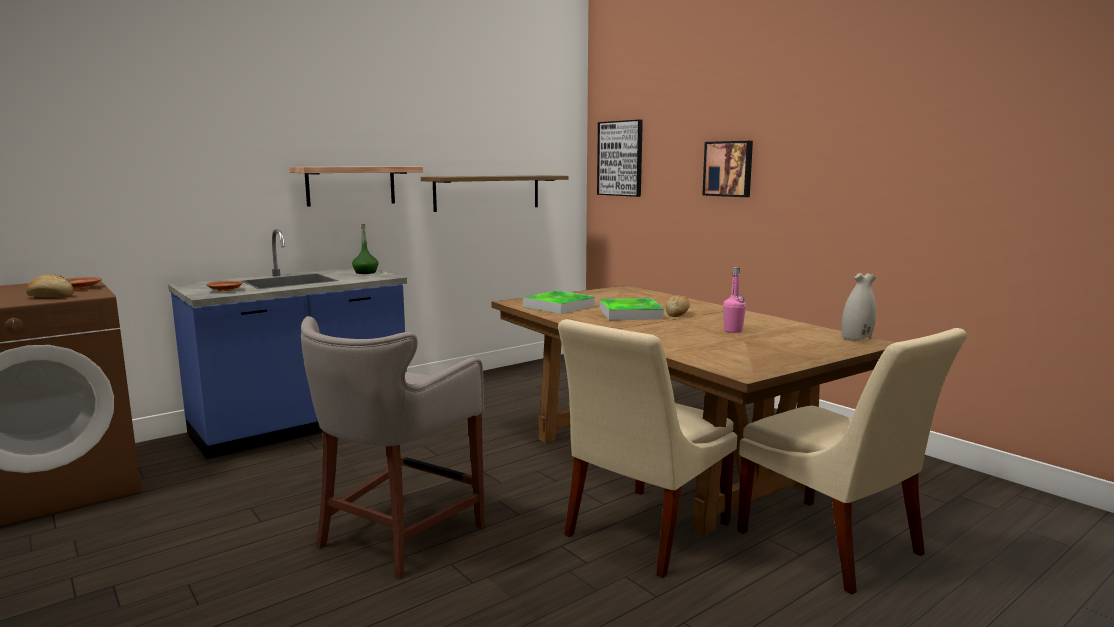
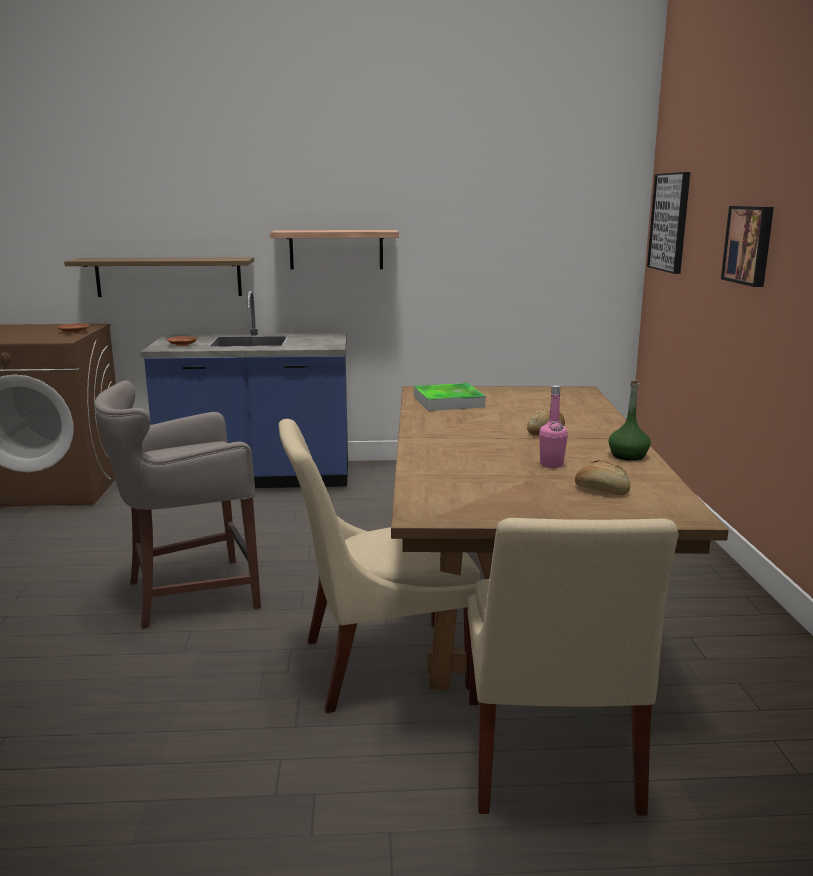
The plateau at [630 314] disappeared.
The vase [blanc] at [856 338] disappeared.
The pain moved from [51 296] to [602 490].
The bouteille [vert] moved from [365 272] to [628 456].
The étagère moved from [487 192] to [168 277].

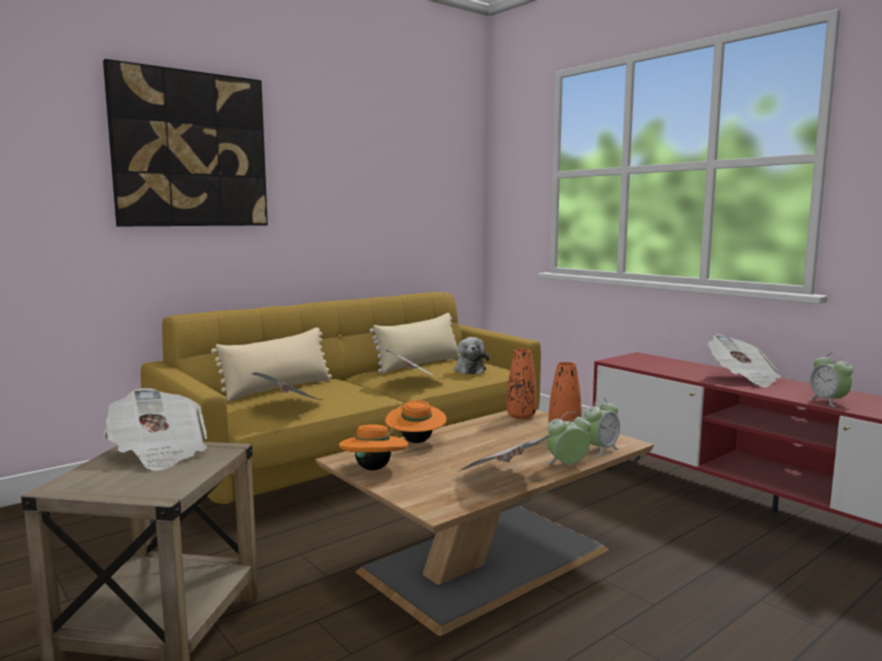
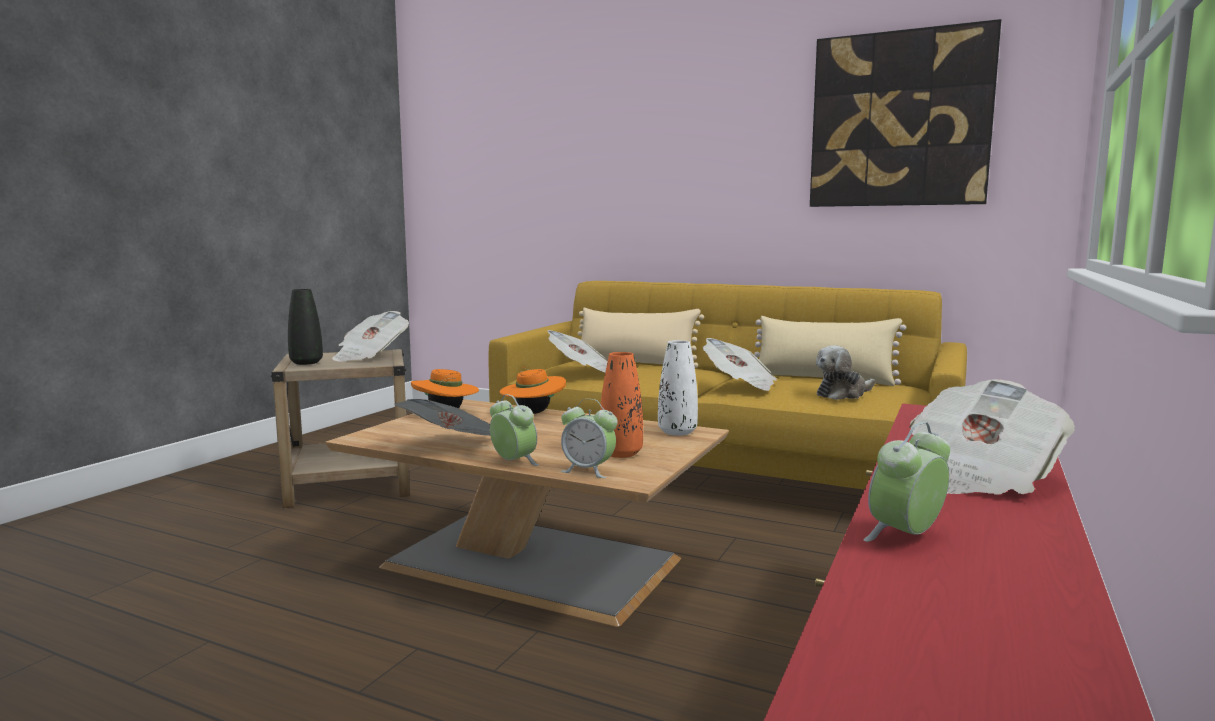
The vase [noir] at [306 363] appeared.
The tableau moved from [190 150] to [899 120].
The vase [orange] at [521 416] became the vase [blanc] at [677 432].

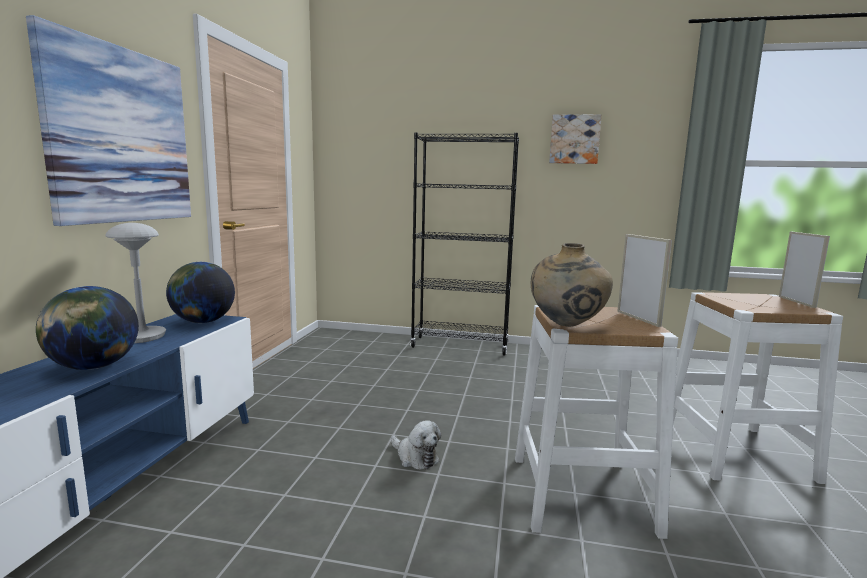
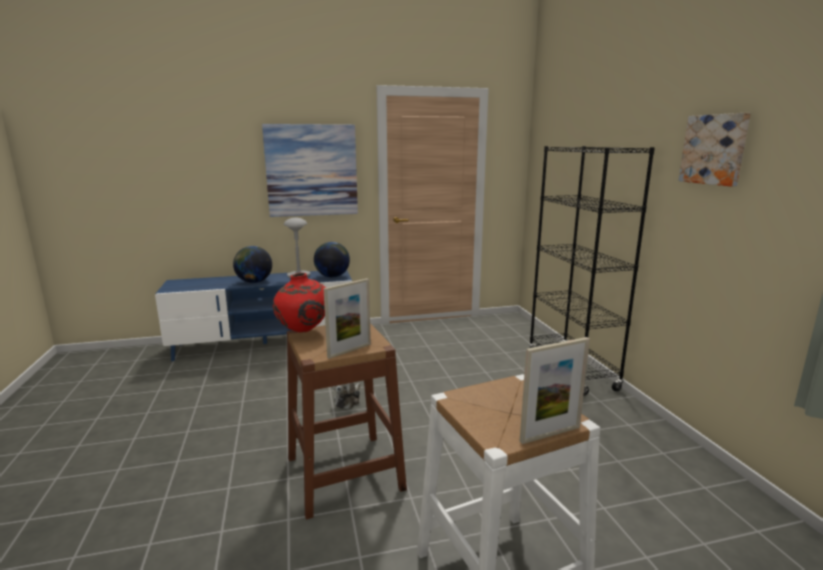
The tabouret [blanc] at [581 493] became the tabouret [marron] at [344 472].
The vase [beige] at [567 326] became the vase [rouge] at [303 332].

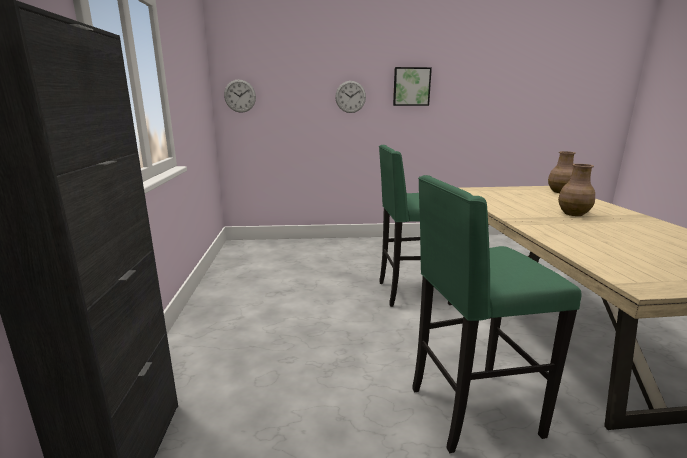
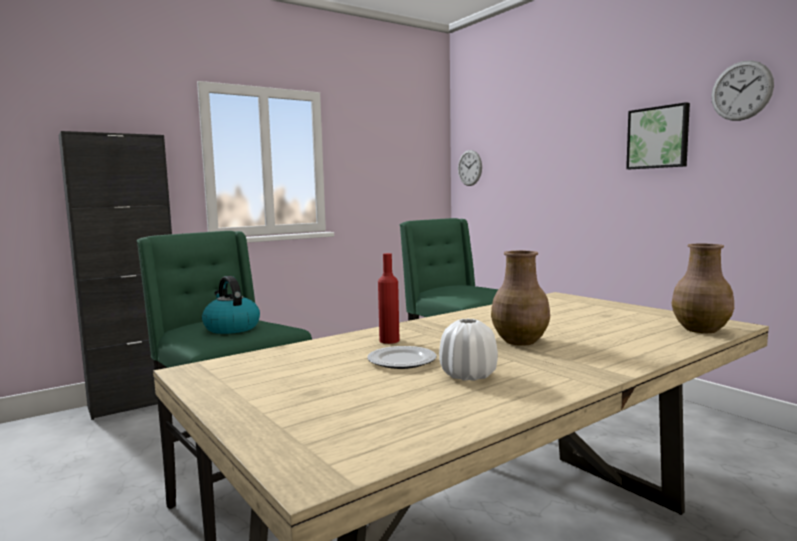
The bouilloire at [231 328] appeared.
The assiette at [402 361] appeared.
The bouteille [rouge] at [389 340] appeared.
The vase [blanc] at [468 375] appeared.
The horloge murale moved from [350 97] to [741 91].

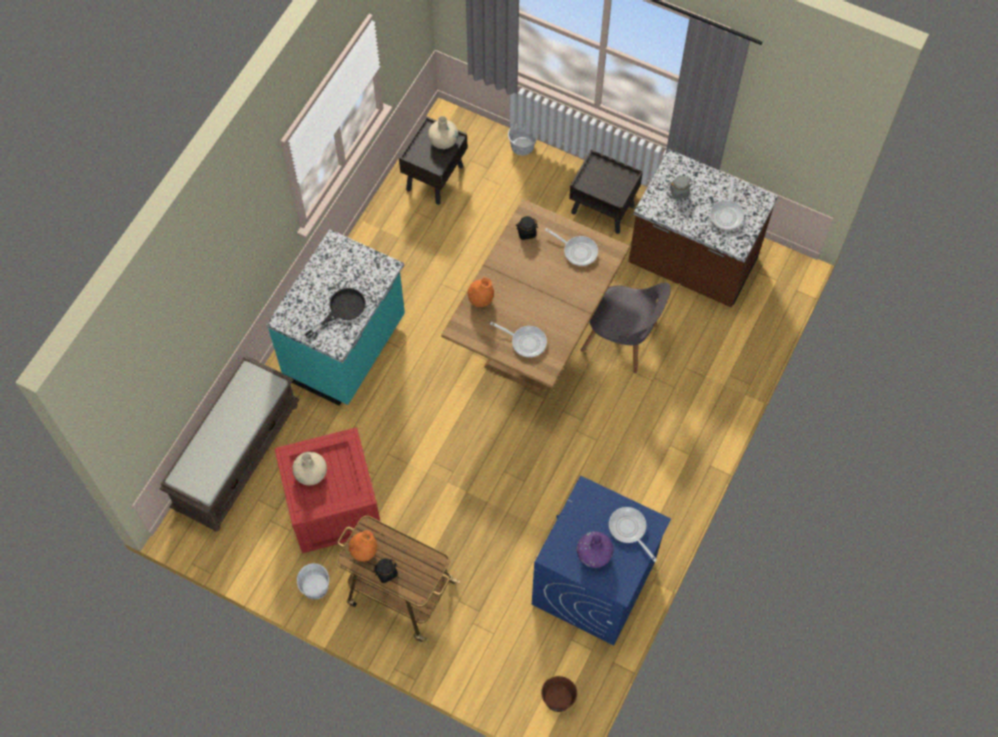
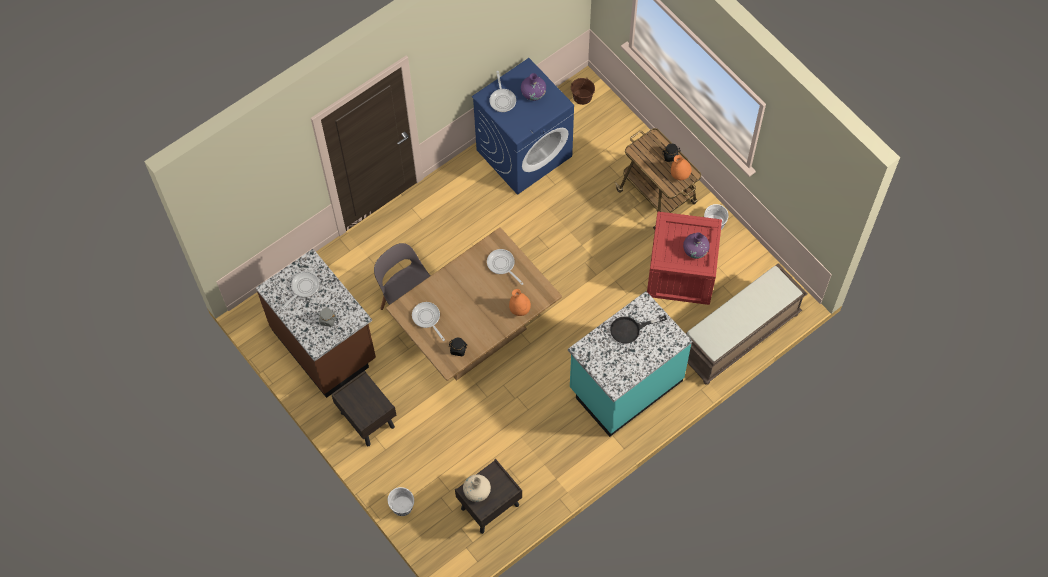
The vase [beige] at [311 474] became the vase [violet] at [695 250].

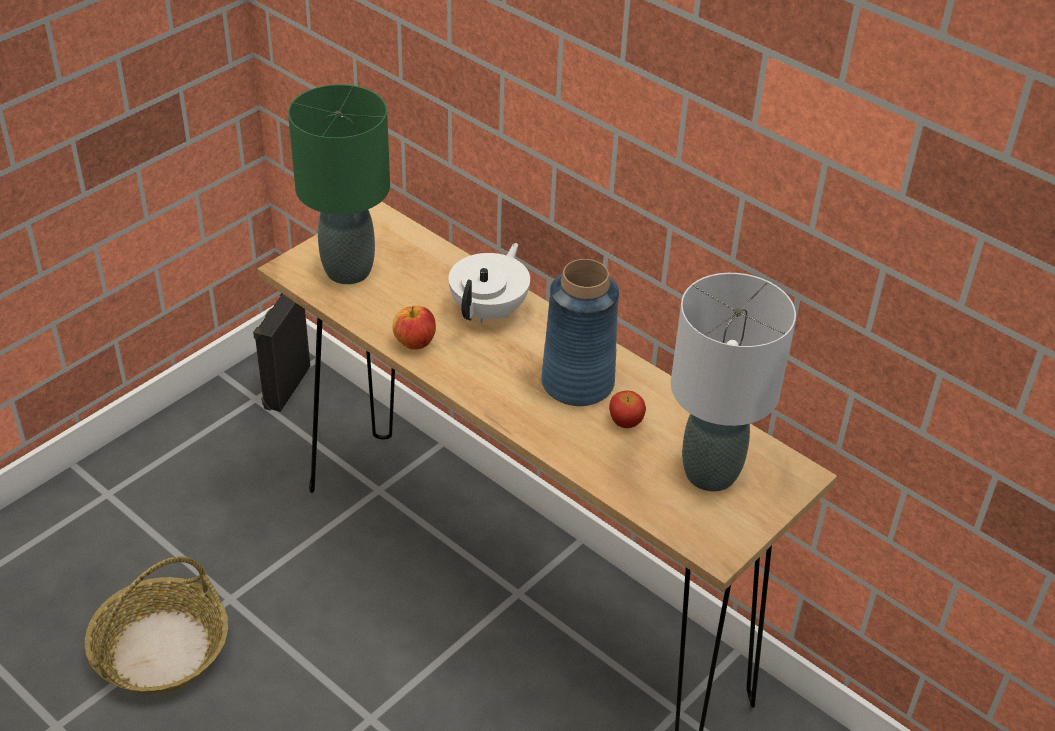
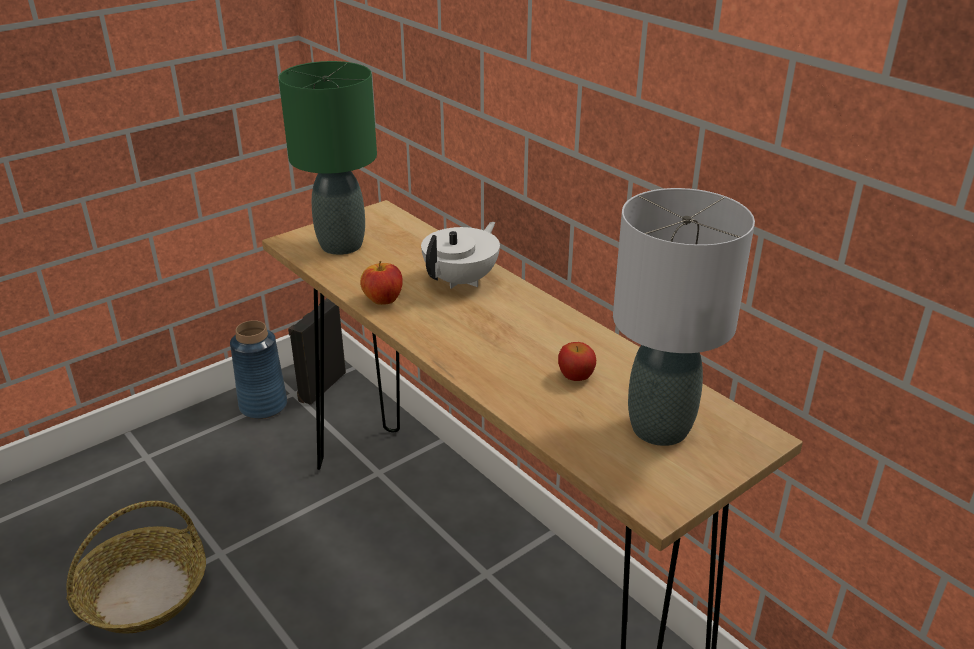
The vase [bleu] moved from [577 383] to [263 405].

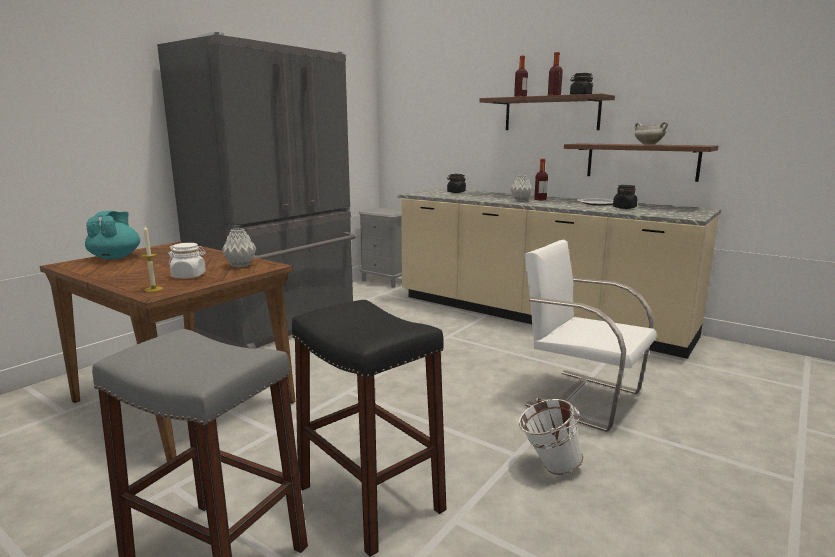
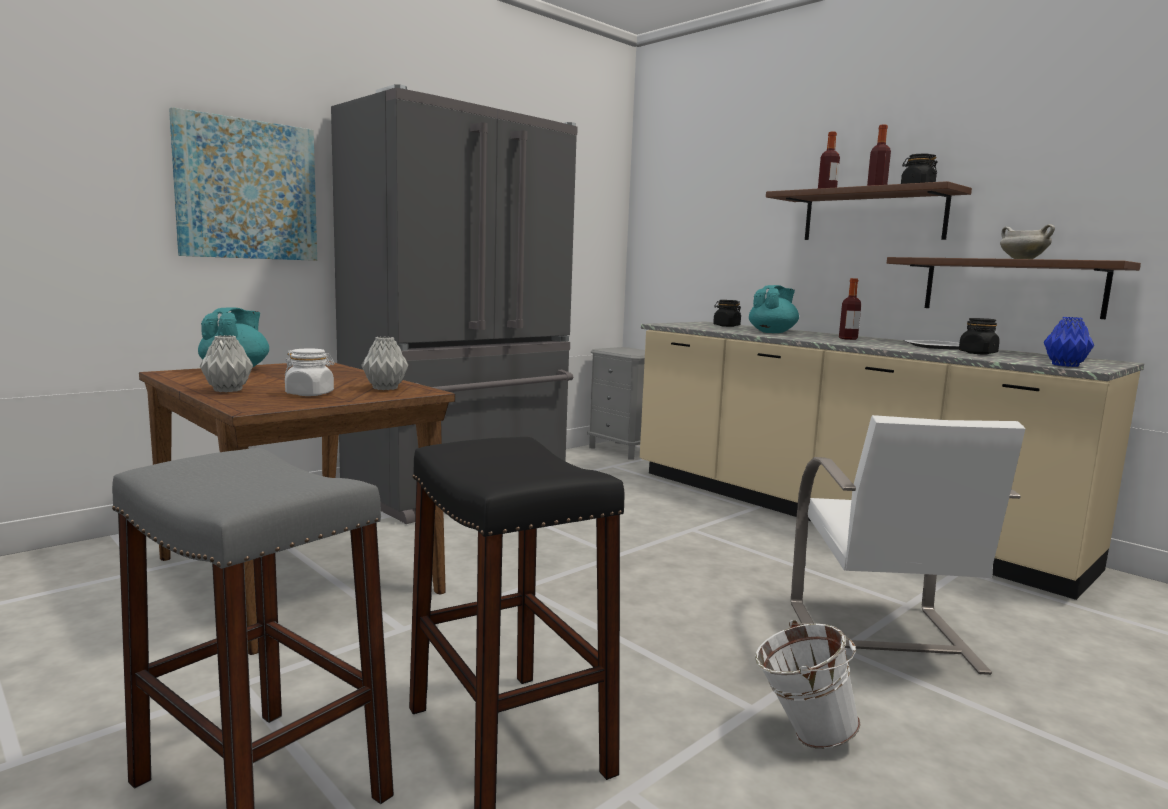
The bougie at [153 289] disappeared.
The tableau at [247 190] appeared.
The théière [turquoise] at [772 332] appeared.
The vase [bleu] at [1064 365] appeared.
The vase [gris] moved from [520 200] to [228 390].
The chaise [blanc] at [581 397] turned 135 degrees counterclockwise.

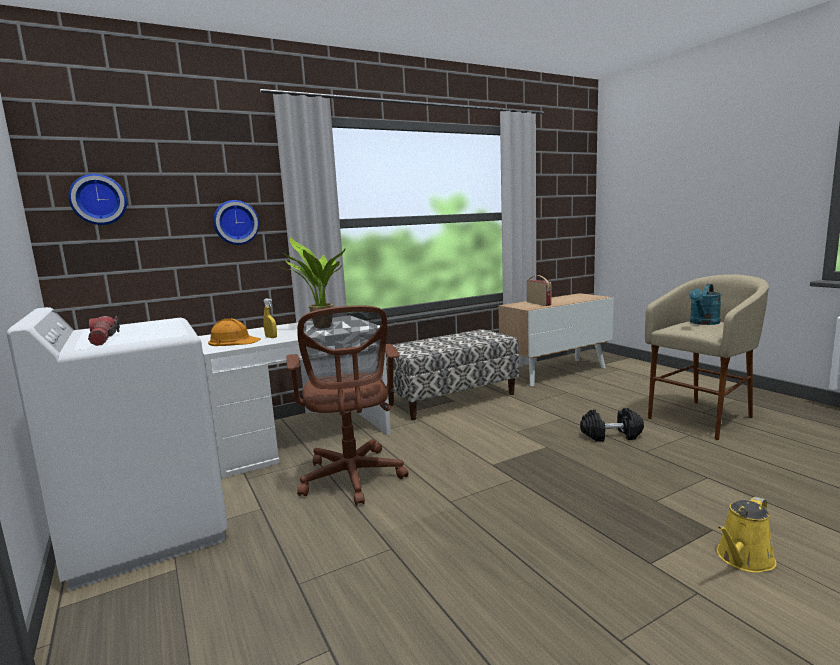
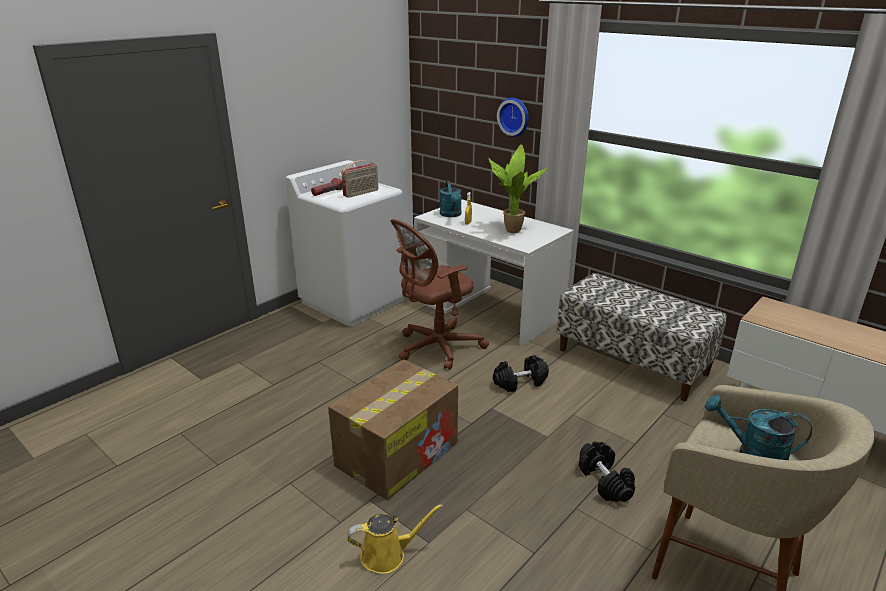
The horloge murale at [98 200] disappeared.
The carton at [398 453] appeared.
The haltère [noir] at [520 383] appeared.
The radio moved from [539 303] to [361 193].
The casque de chantier [orange] at [233 341] was replaced by the arrosoir [turquoise] at [451 215].
The arrosoir [jaune] at [743 559] turned 135 degrees clockwise.

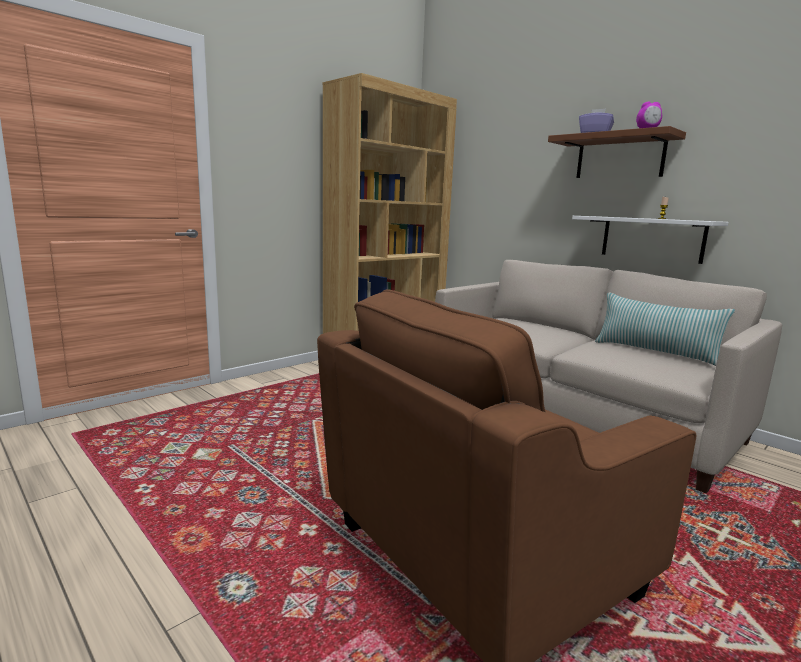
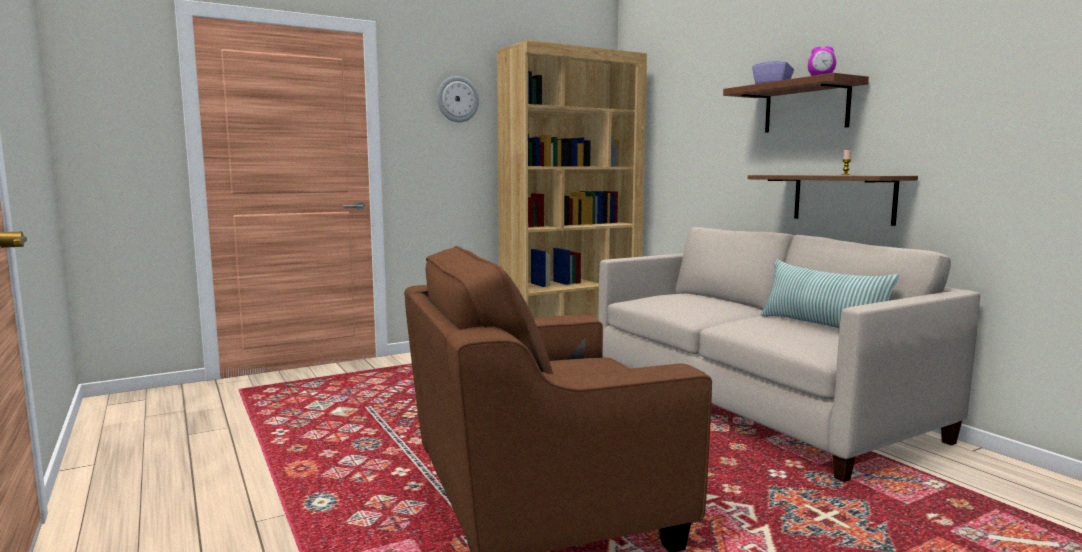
The horloge murale at [457 99] appeared.
The étagère [blanc] at [652 239] became the étagère [marron] at [843 198].

